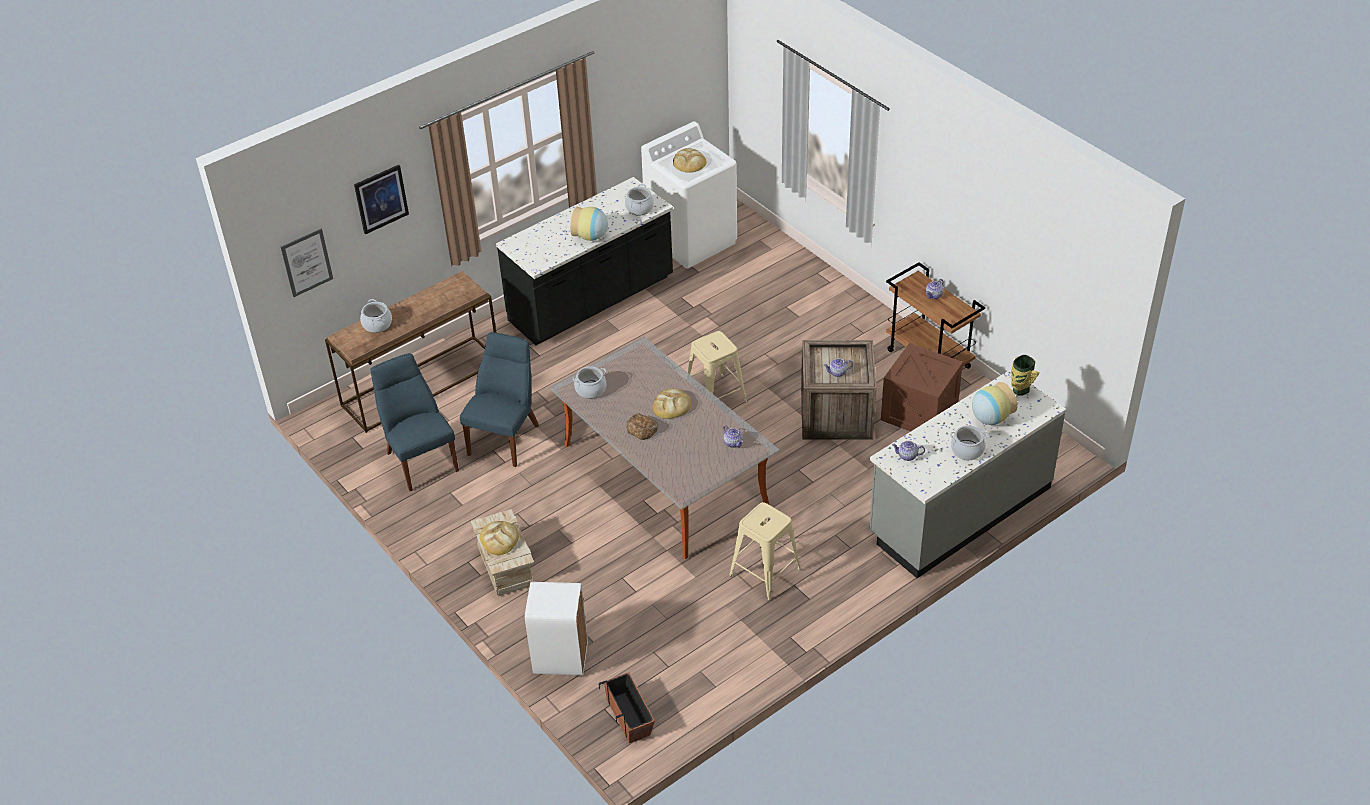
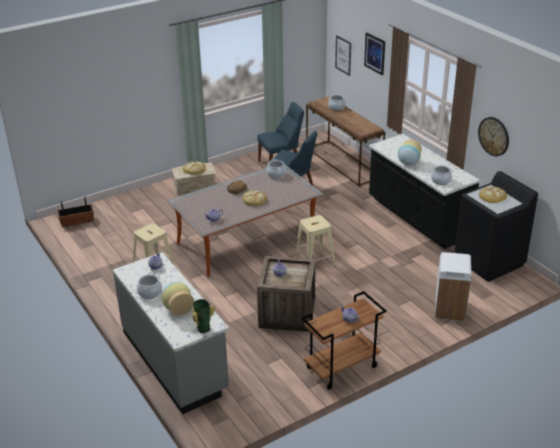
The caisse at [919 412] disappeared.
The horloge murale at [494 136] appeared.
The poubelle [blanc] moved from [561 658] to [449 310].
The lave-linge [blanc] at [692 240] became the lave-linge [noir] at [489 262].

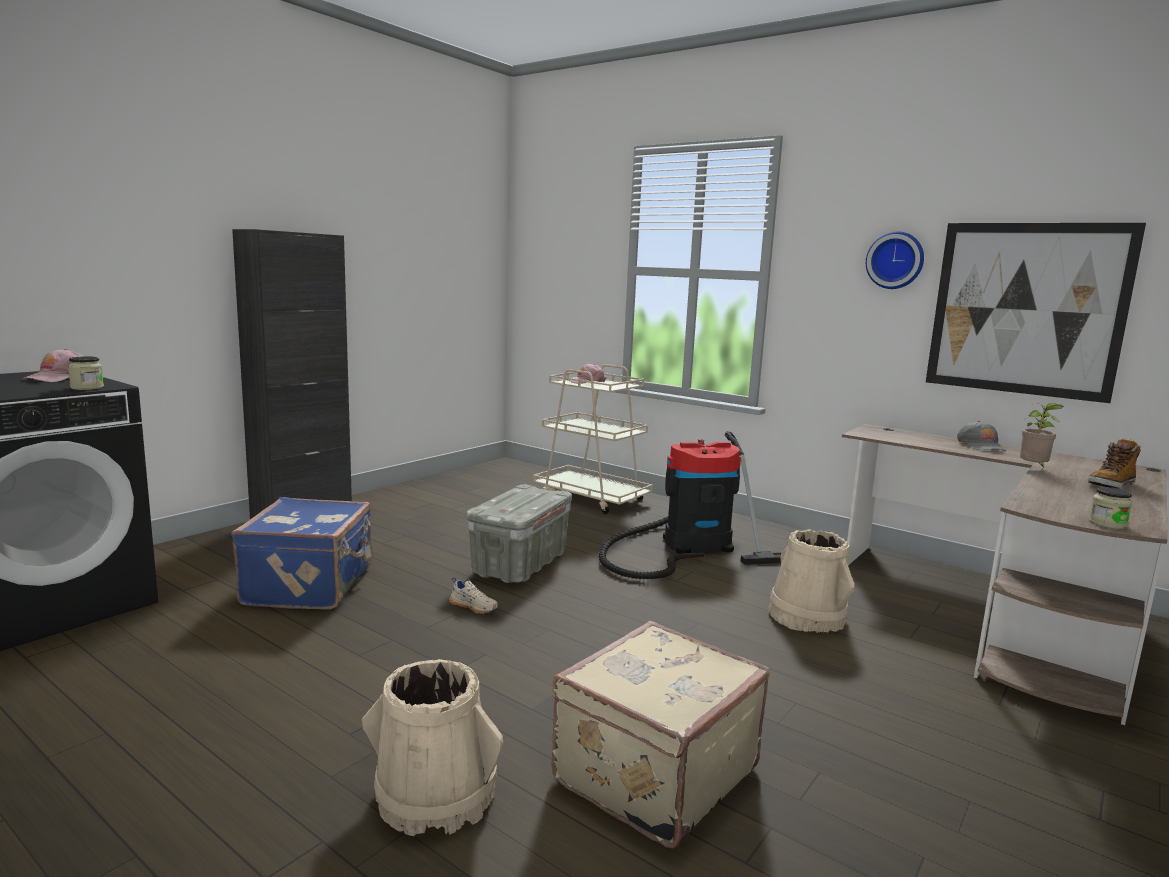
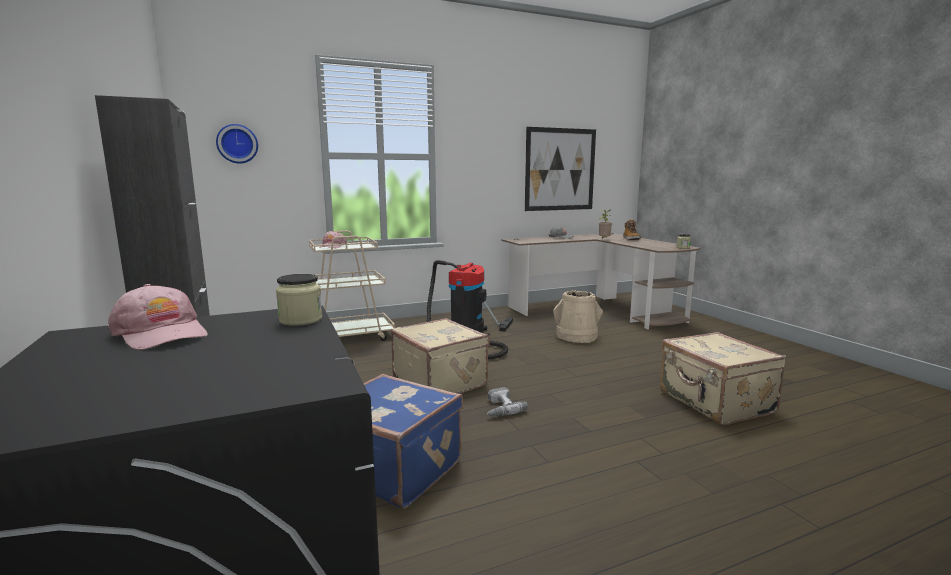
The seau [beige] at [435 795] disappeared.
The horloge murale moved from [895 260] to [237 144].
The chaussure [beige] at [474 607] was replaced by the perceuse at [499 408].
The boîte de rangement [gris] at [520 564] was replaced by the valise [beige] at [440 381].

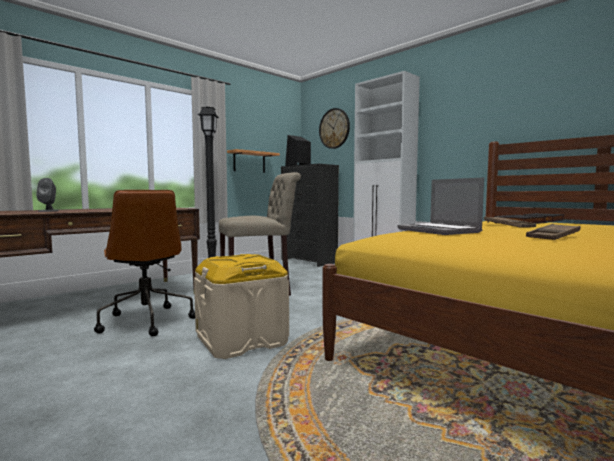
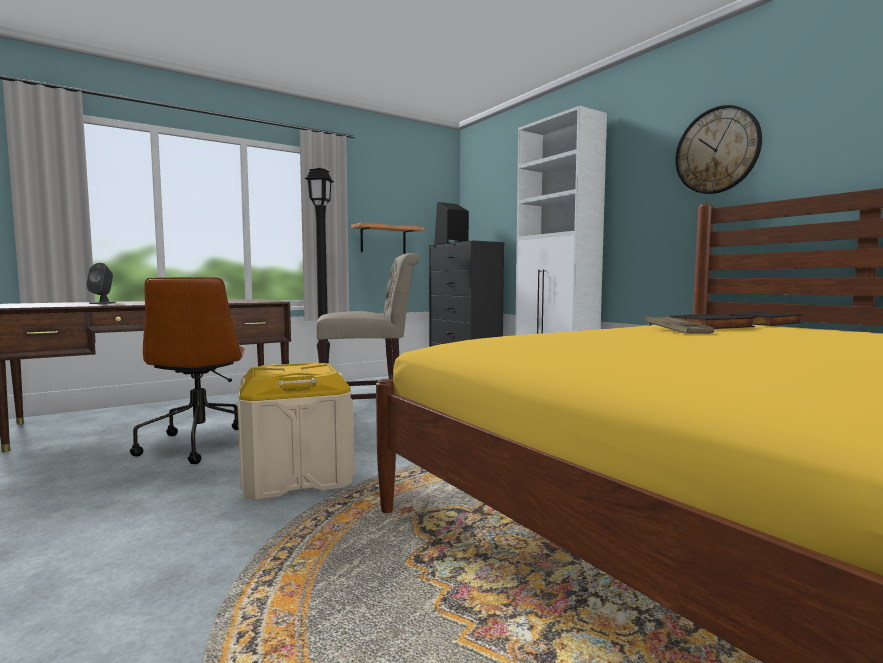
The ordinateur portable at [439 231] disappeared.
The plateau [marron] at [553 236] disappeared.
The horloge murale moved from [334 128] to [717 150].

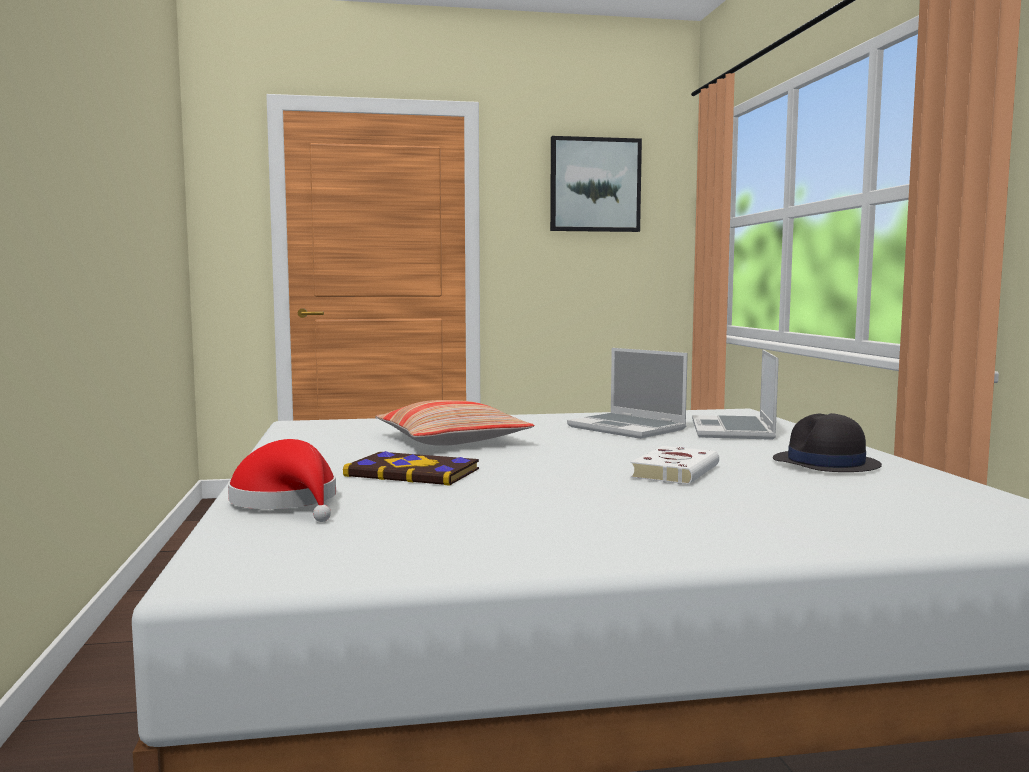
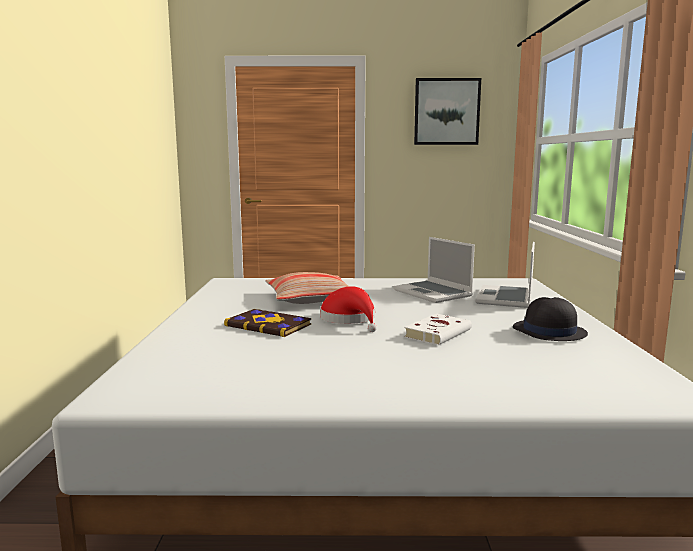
The chapeau [rouge] moved from [288 502] to [350 319].

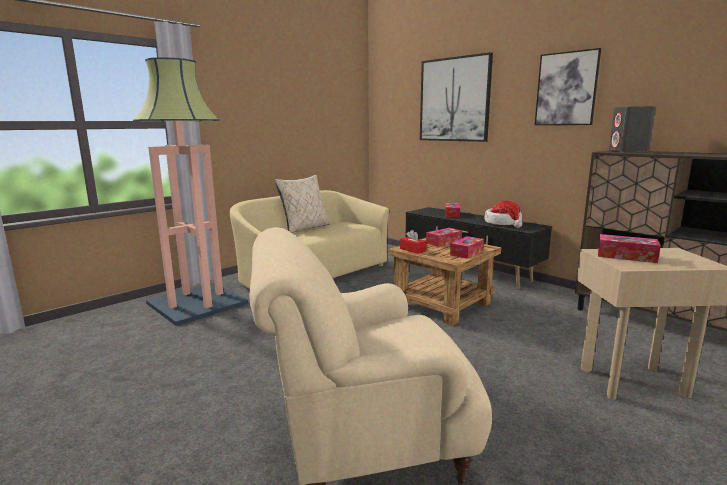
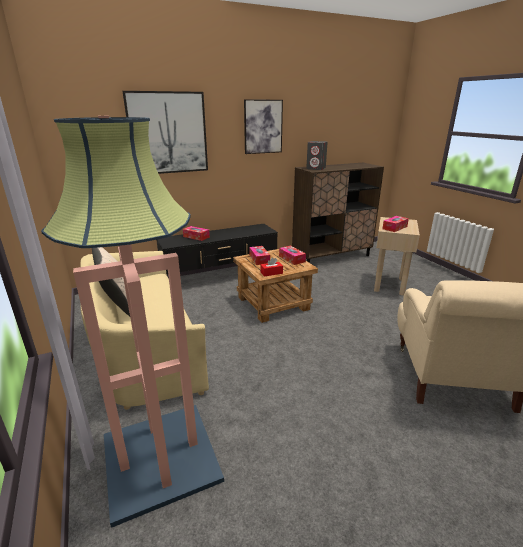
The chapeau at [503 223] disappeared.

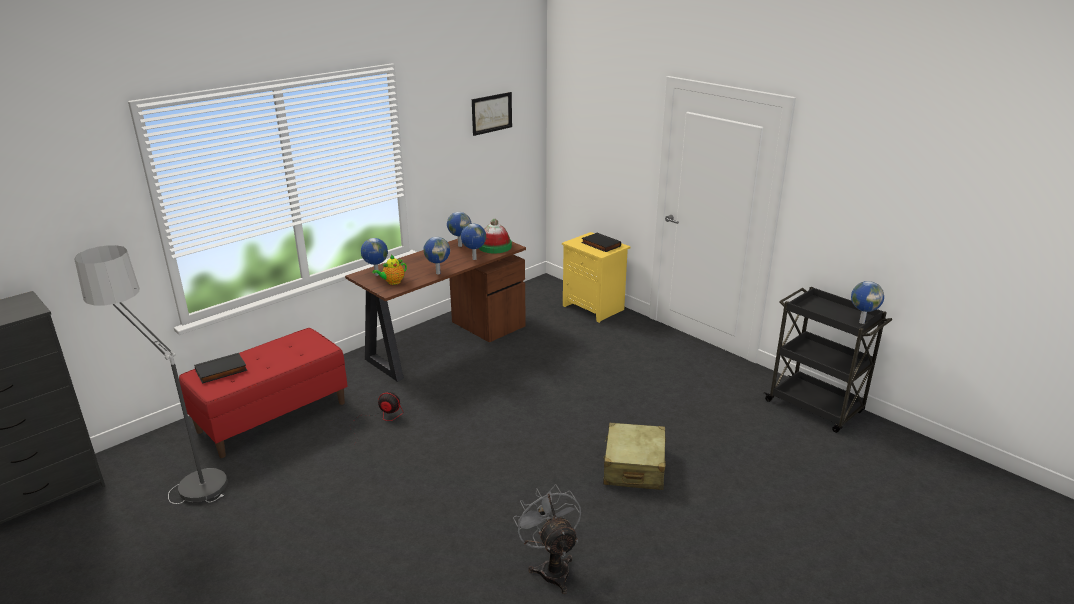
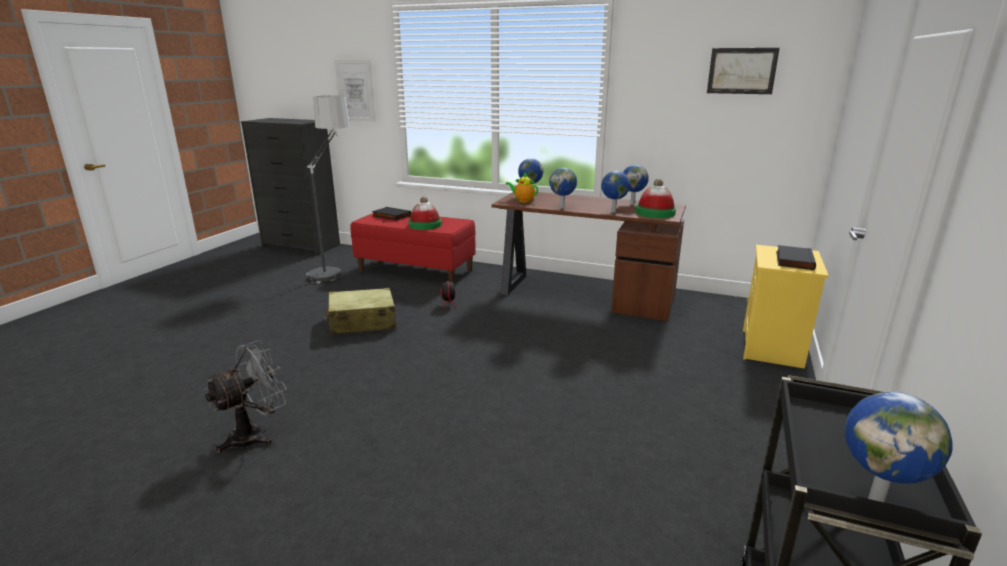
The tableau at [355 90] appeared.
The chapeau at [425 225] appeared.
The valise [beige] moved from [634 467] to [362 322].

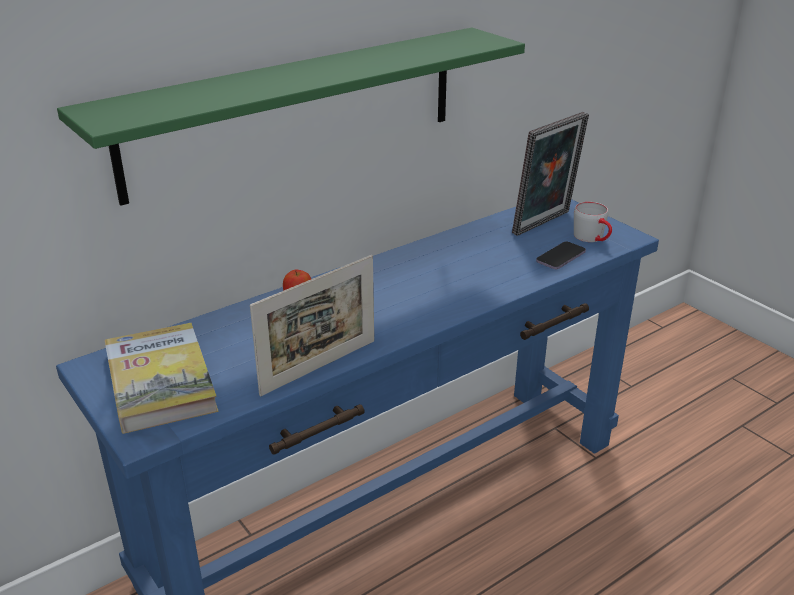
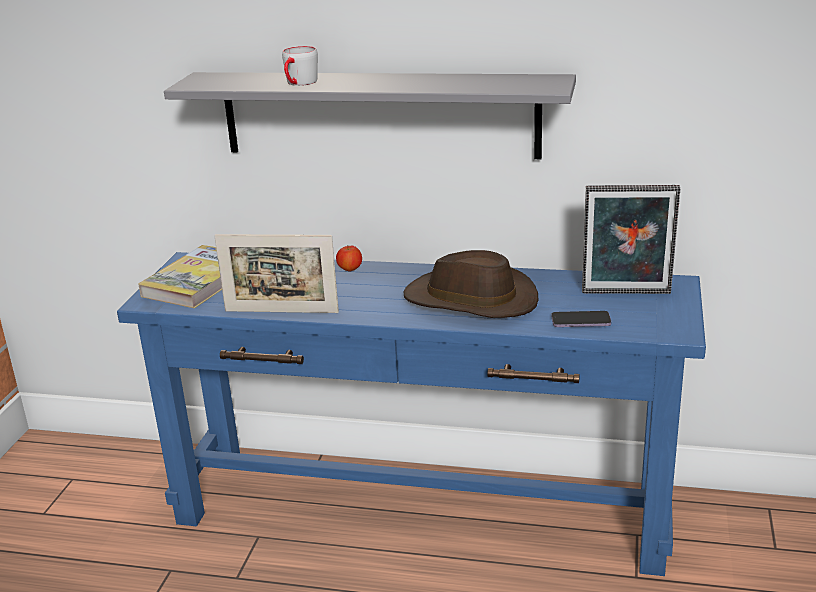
The chapeau [marron] at [471 300] appeared.
The mug [gris] moved from [593 239] to [299 83].
The étagère [vert] at [296 111] became the étagère [gris] at [379 114].

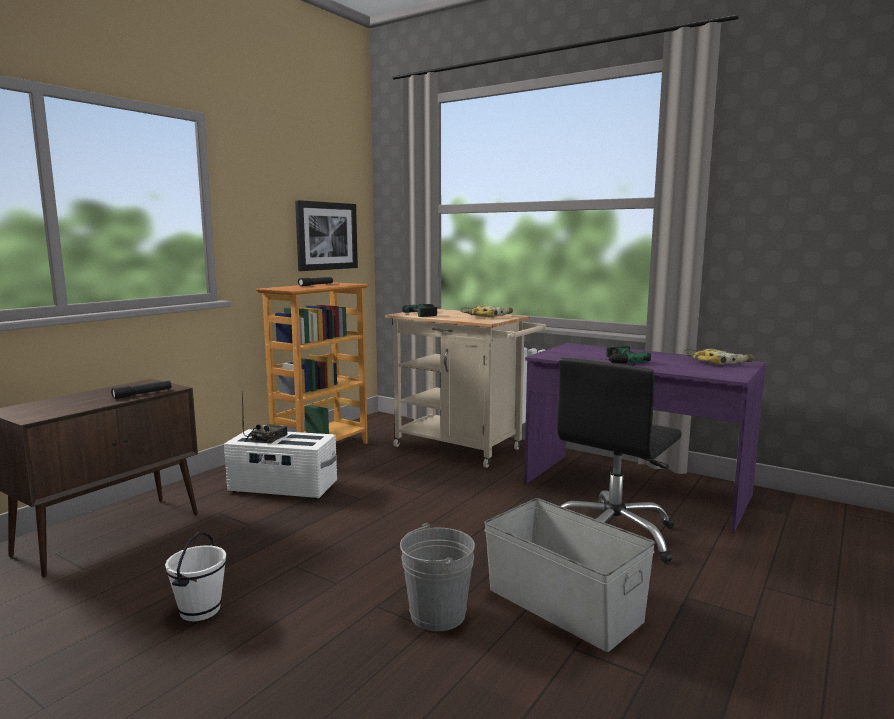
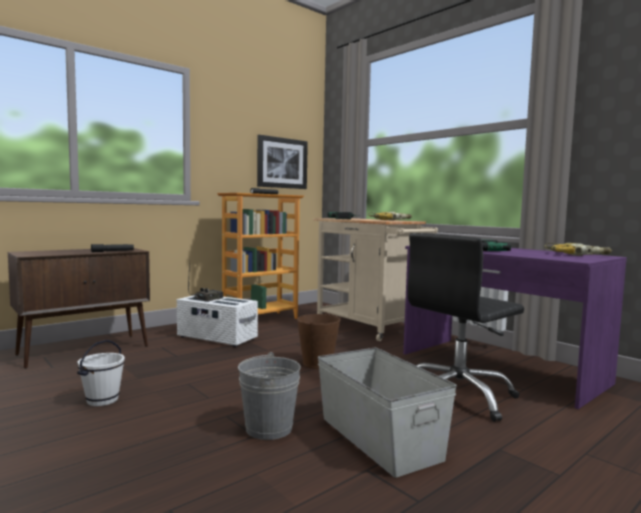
The seau [marron] at [317 363] appeared.

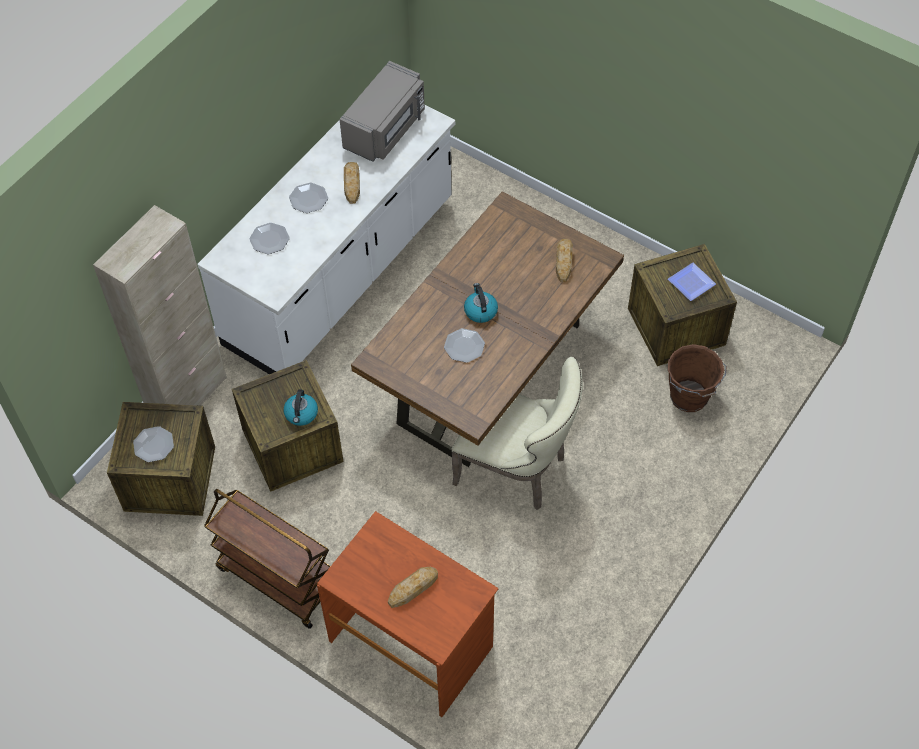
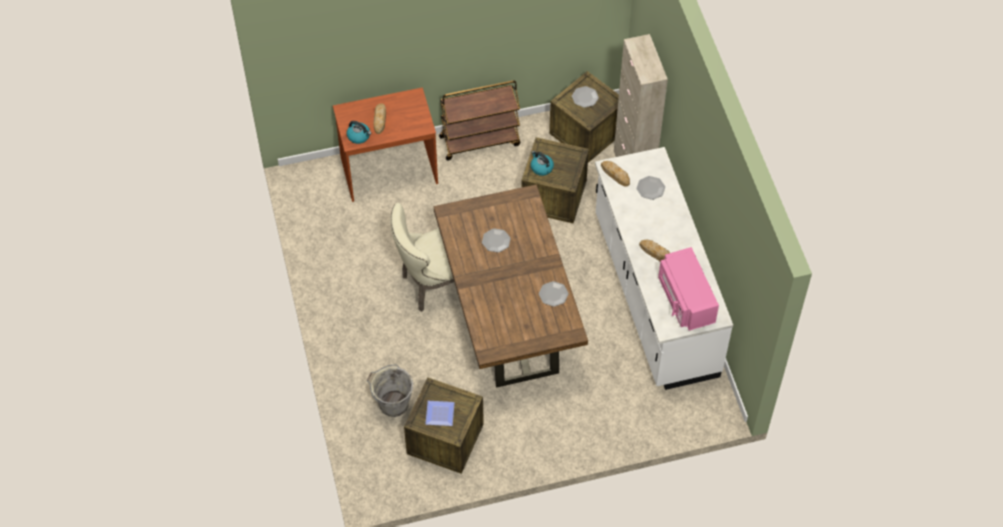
The assiette moved from [308 199] to [553 294].
The bouilloire moved from [480 311] to [359 136].
The pain moved from [563 261] to [615 174].
The micro-ondes [gris] at [386 129] became the micro-ondes [rose] at [685 299].
The seau [marron] at [689 398] became the seau [gris] at [392 403].

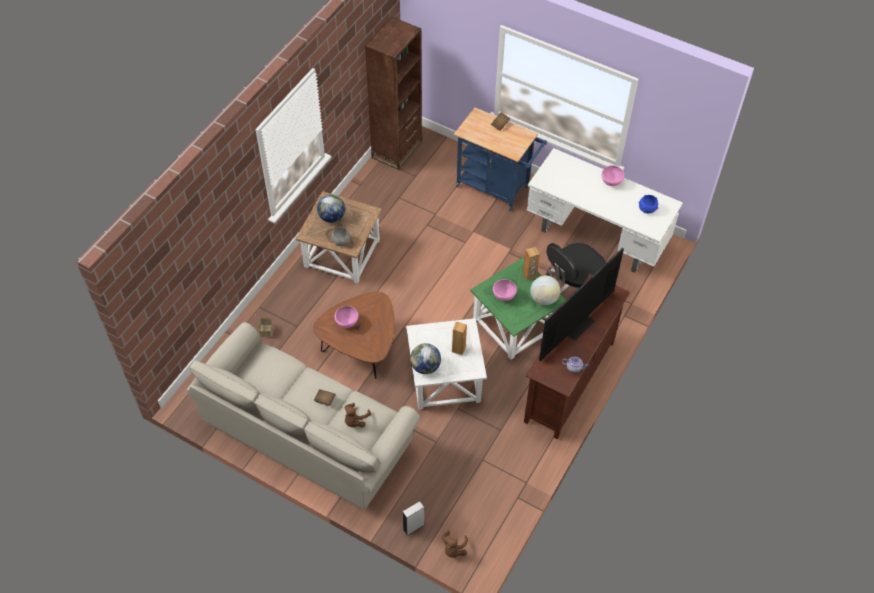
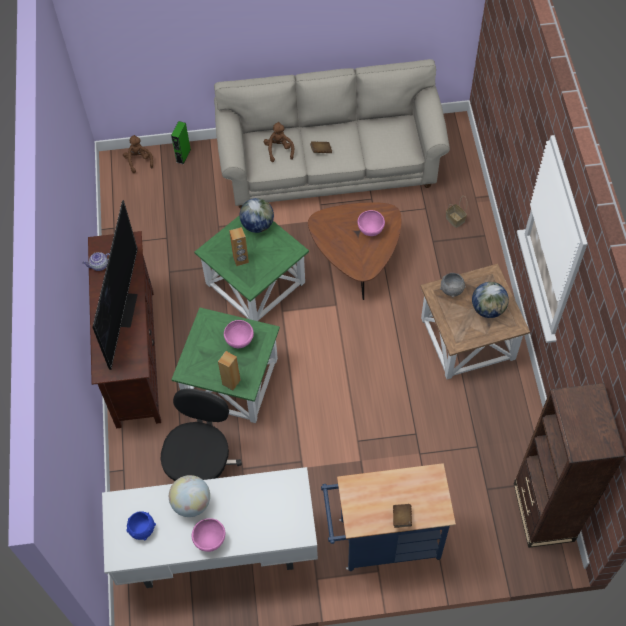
The globe moved from [544 298] to [191 503].
The enceinte [gris] at [413 527] became the enceinte [vert] at [183 155].
The table d'appoint [blanc] at [444 380] became the table d'appoint [vert] at [255 282].

